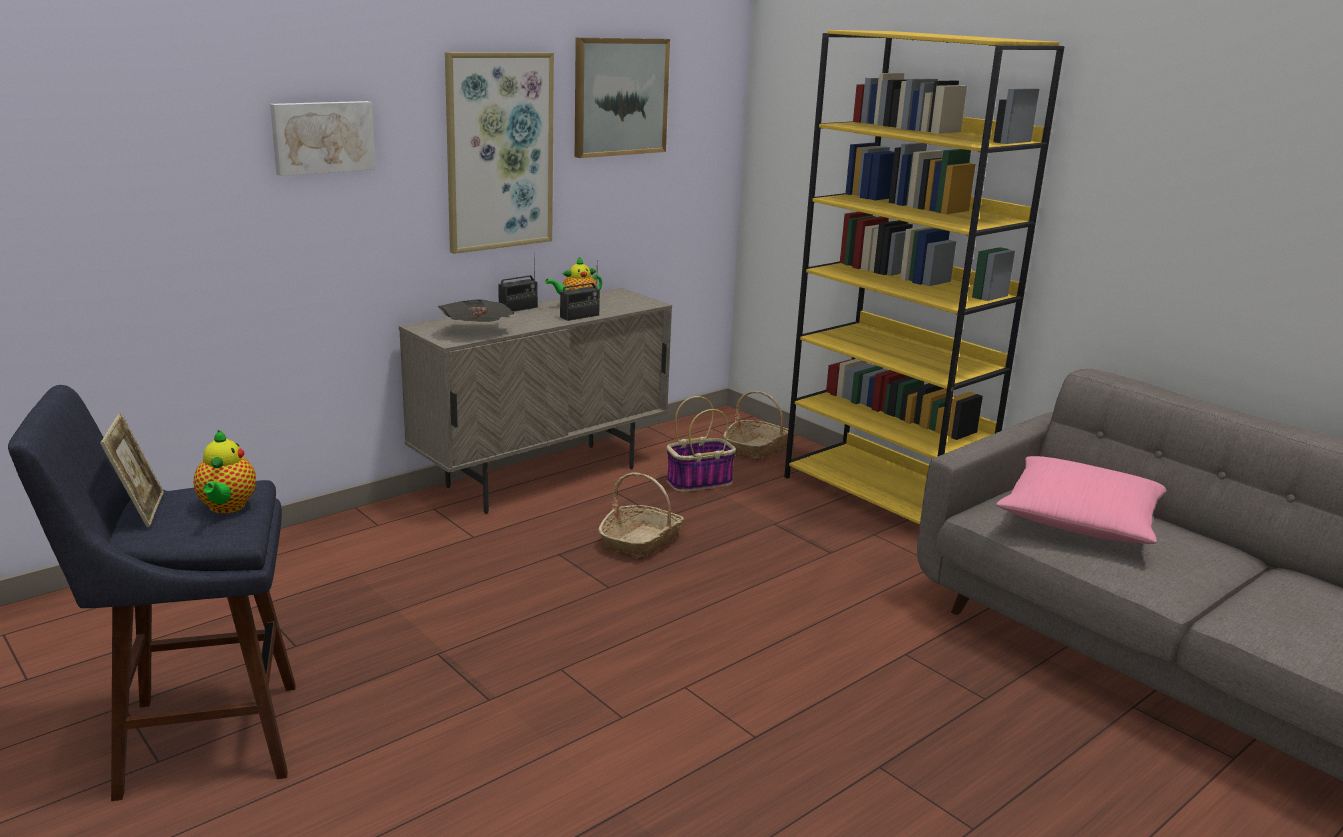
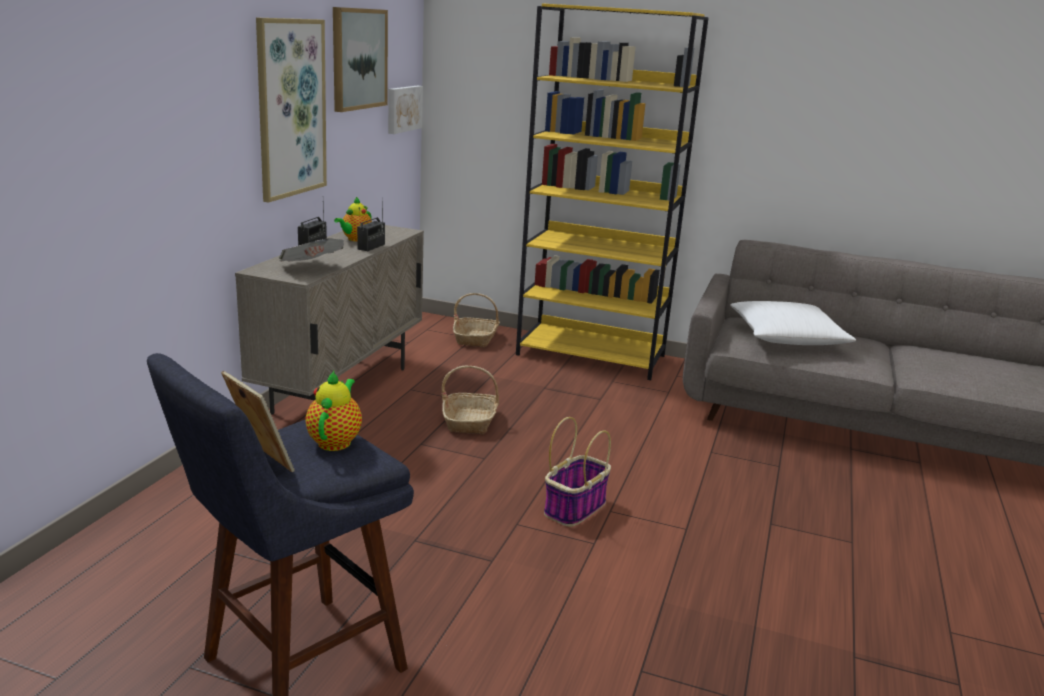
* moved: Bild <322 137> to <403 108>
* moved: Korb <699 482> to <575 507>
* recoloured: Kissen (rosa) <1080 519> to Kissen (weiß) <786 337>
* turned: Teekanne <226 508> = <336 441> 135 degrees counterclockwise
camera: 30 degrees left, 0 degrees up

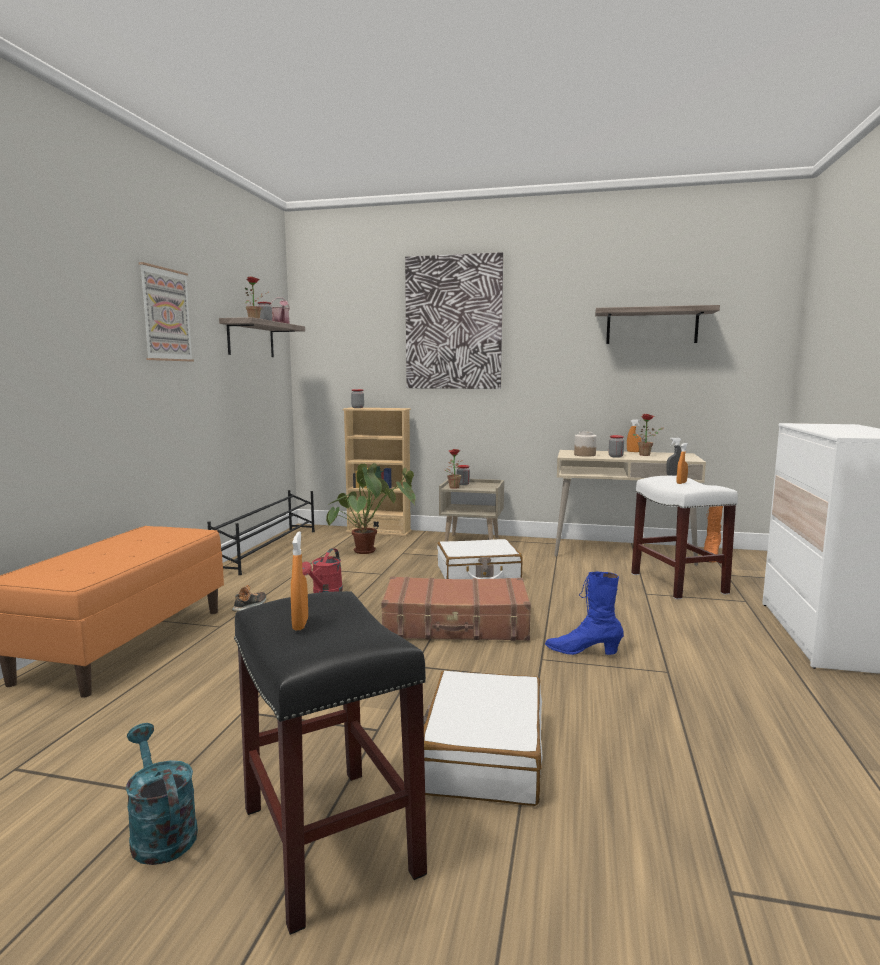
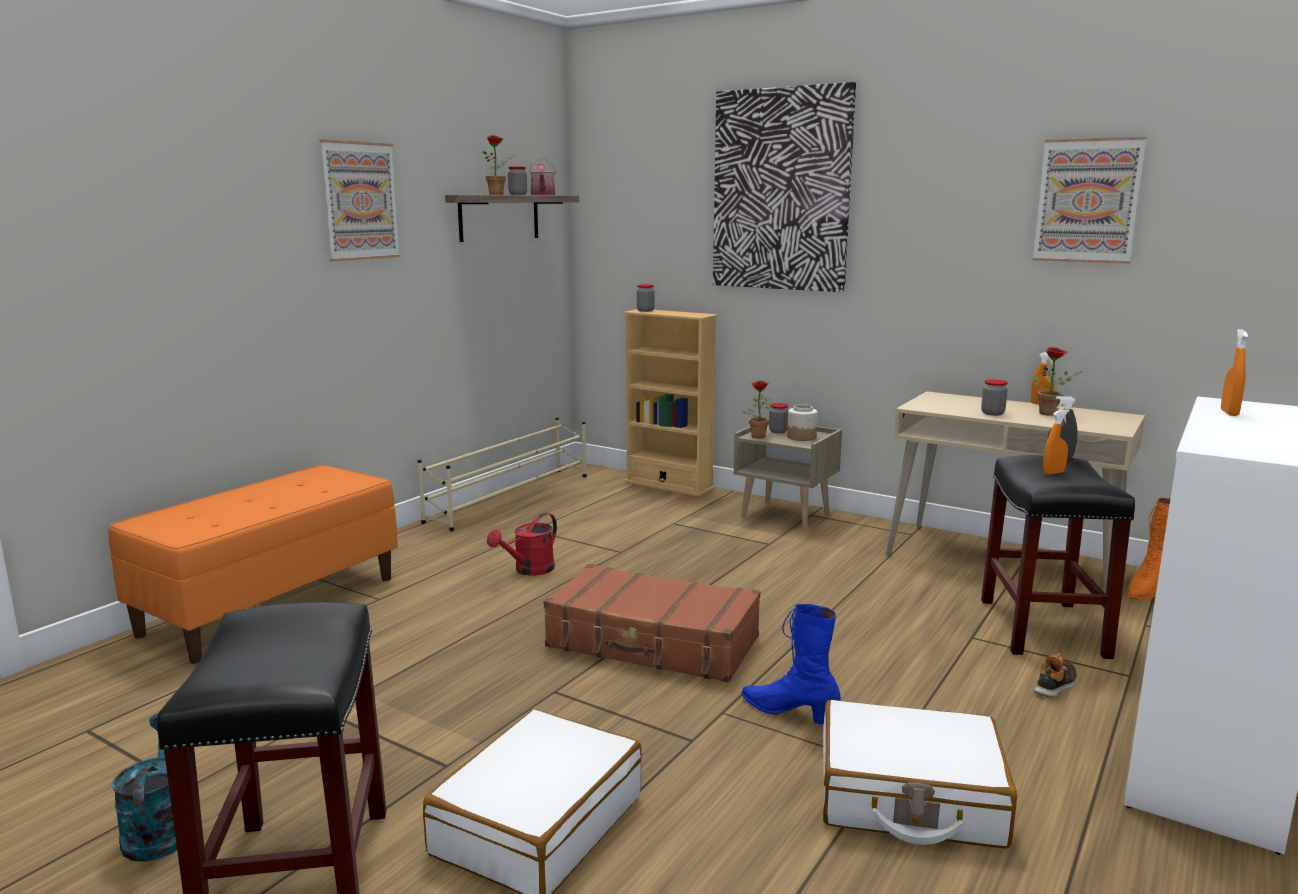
* removed: Topfpflanze <370 548>
* moved: Schuh <250 605> to <1056 685>
* moved: Sprühflasche (orange) <300 624> to <1229 413>
* moved: Koffer (weiß) <478 574> to <909 797>
* moved: Vorratsglas <585 455> to <802 437>
* replaced: Wandregal <651 326> to Bild <1087 201>
* recoloured: Schuhregal (schwarz) <269 549> to Schuhregal (beige) <511 498>
* recoloured: Hocker (weiß) <679 583> to Hocker (schwarz) <1044 628>
camera: 20 degrees right, 5 degrees up

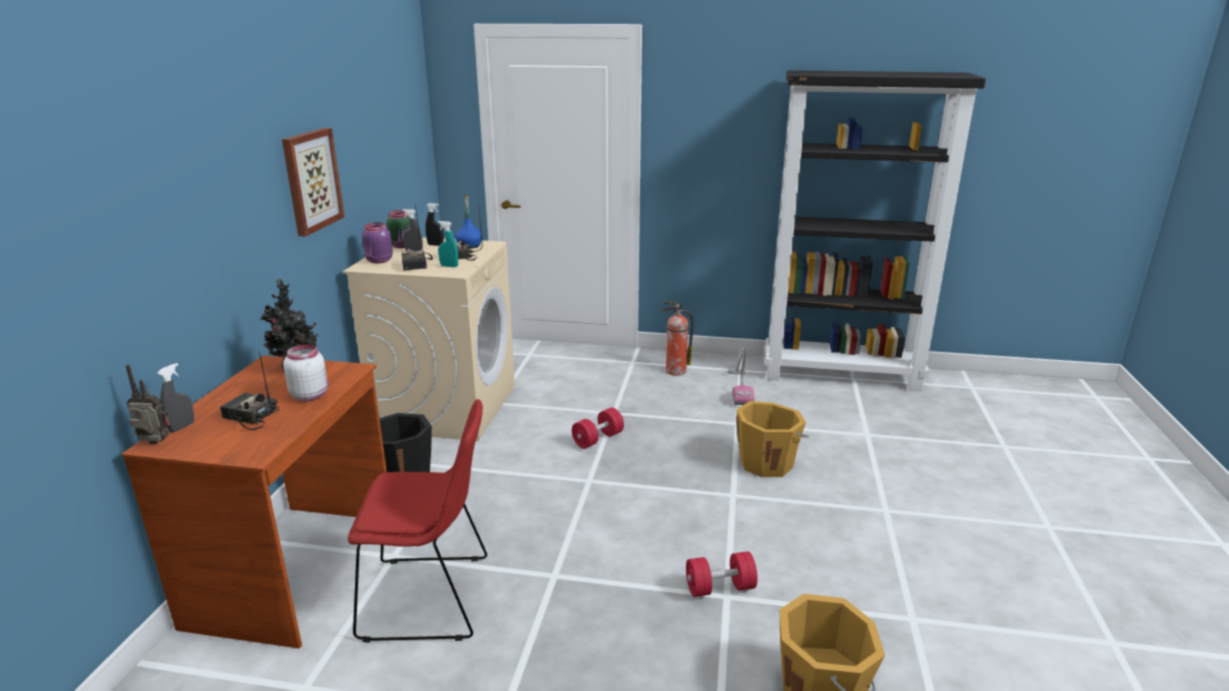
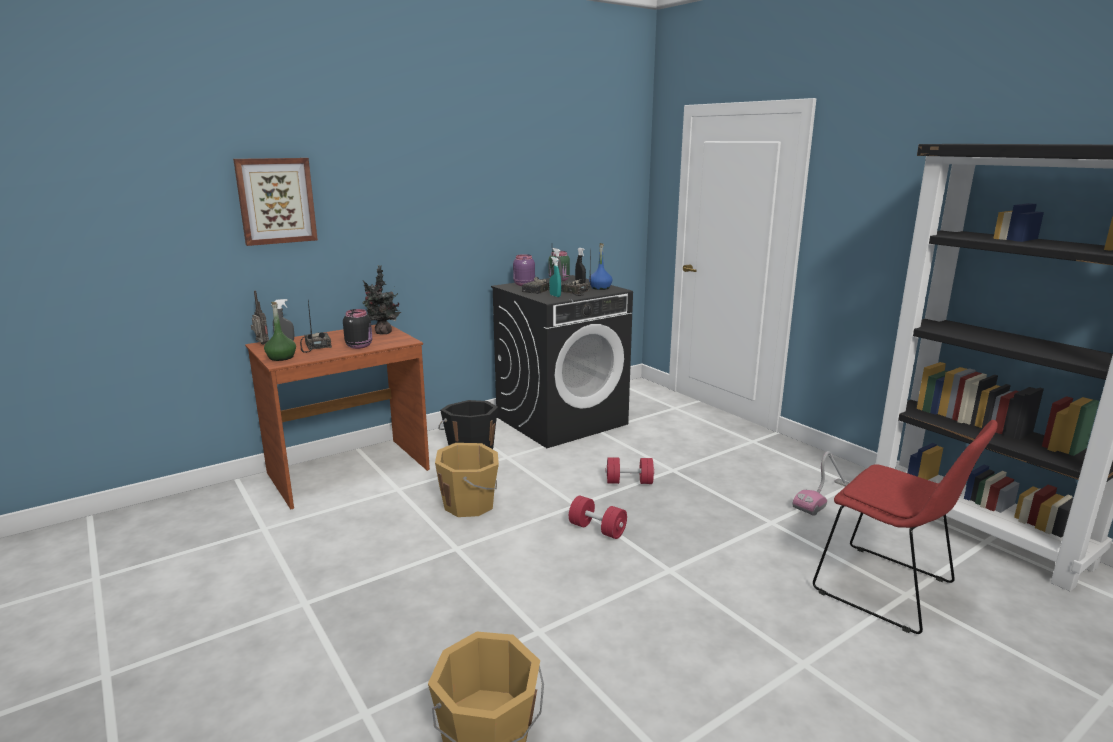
* removed: Feuerlöscher <674 371>
* added: Flasche (grün) <281 357>
* moved: Bild <311 180> to <276 201>
* moved: Stuhl (rot) <432 598> to <888 590>
* moved: Hantel (rot) <720 588> to <597 529>
* moved: Eimer (orange) <766 463> to <470 504>
* recoloured: Vorratsglas (weiß) <310 395> to Vorratsglas (schwarz) <359 346>
* recoloured: Waschmaschine (beige) <446 407> to Waschmaschine (schwarz) <561 420>
camera: 45 degrees right, 5 degrees down

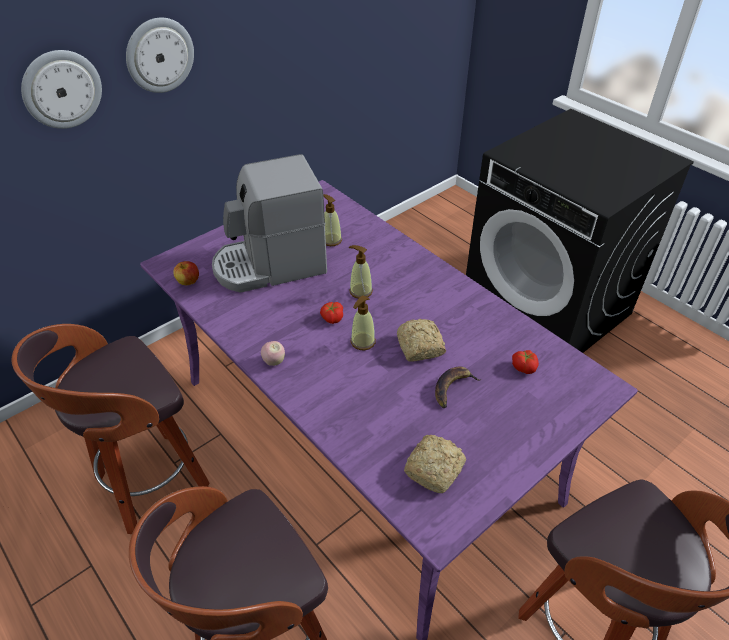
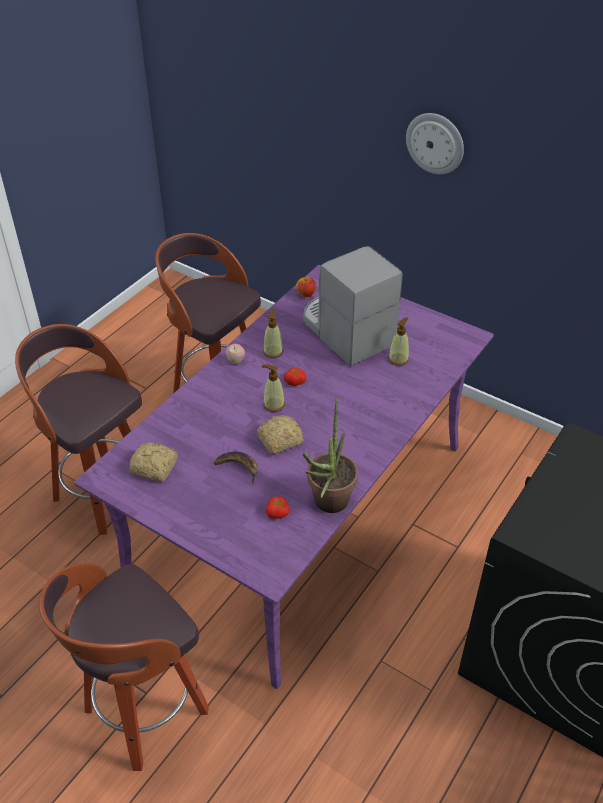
* removed: Wanduhr <61 89>
* added: Topfpflanze <327 505>
* moved: Seifenspender <360 291> to <273 351>
camera: 75 degrees right, 0 degrees up

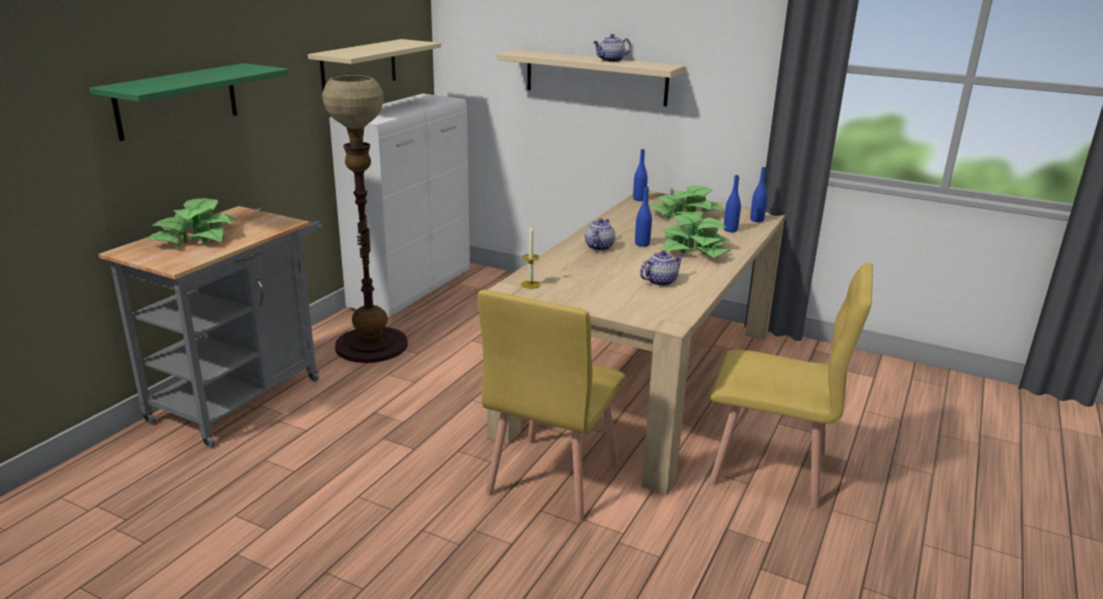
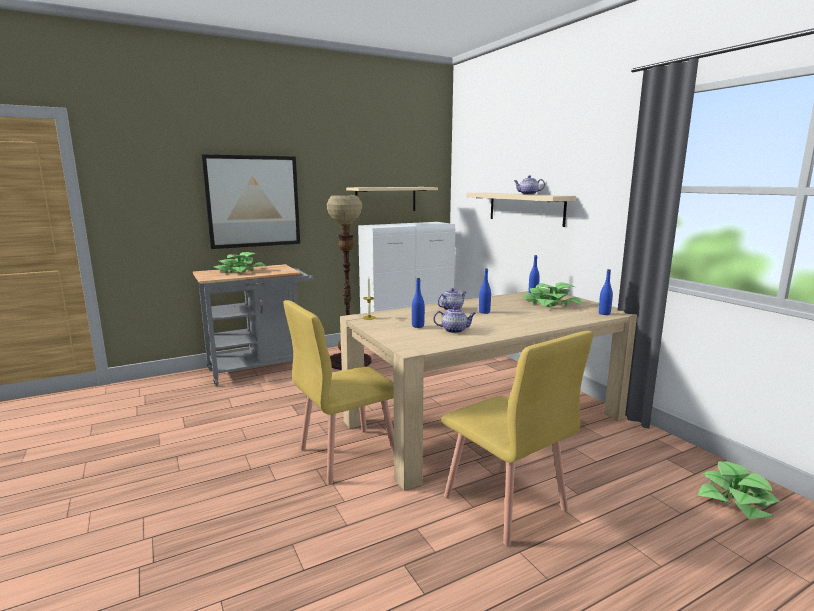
* moved: Topfpflanze <694 250> to <736 501>
* moved: Flasche (blau) <730 230> to <418 326>
* replaced: Wandregal (grün) <177 101> to Bild <253 201>
camera: 35 degrees right, 10 degrees down

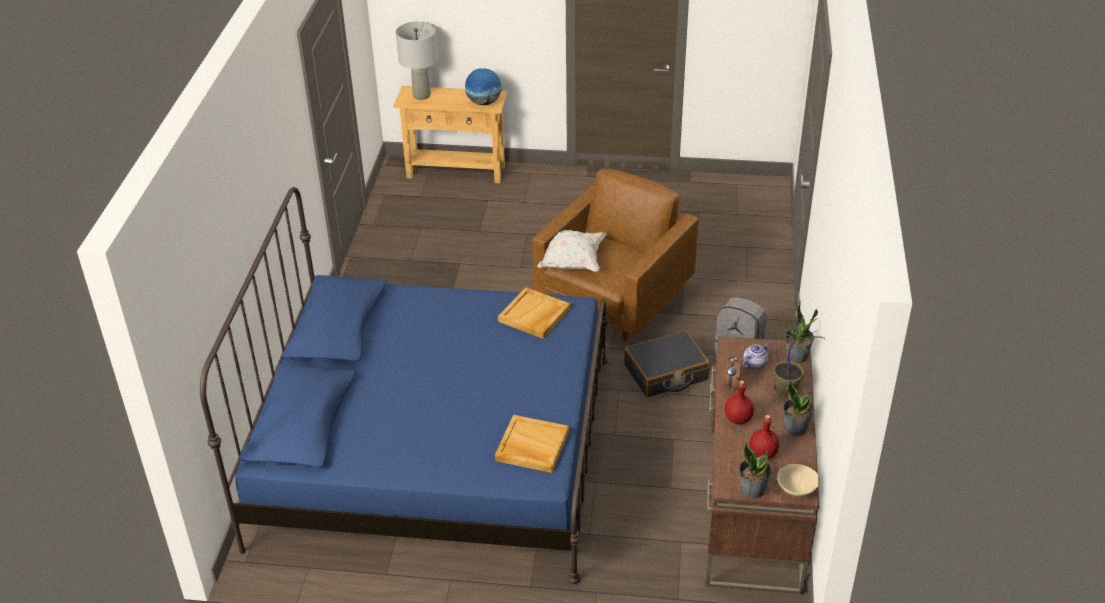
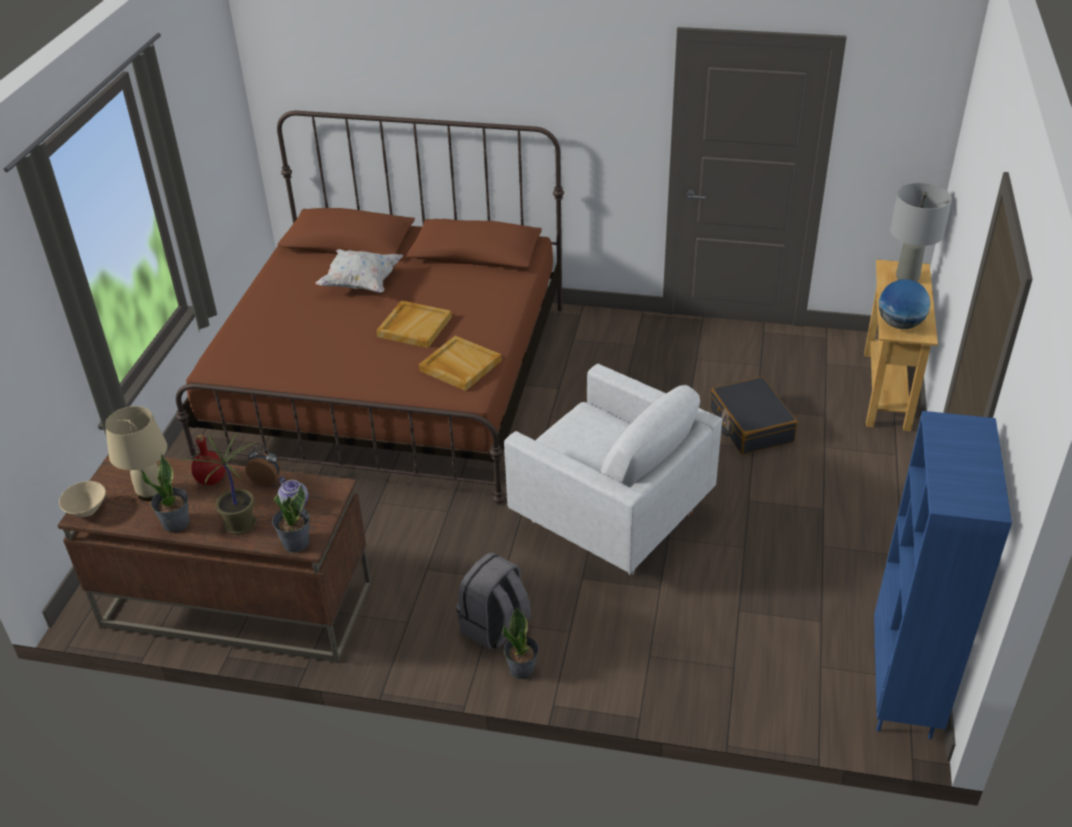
* added: Bücherregal (blau) <903 691>
* moved: Tablett (beige) <531 446> to <414 326>
* moved: Kissen (weiß) <572 261> to <361 283>
* moved: Koffer (schwarz) <666 373> to <750 425>
* moved: Topfpflanze <752 489> to <522 669>
* replaced: Flasche (rot) <763 453> to Tischlampe (beige) <151 492>
* recoloured: Bett (blau) <435 450> to Bett (braun) <391 380>
* recoloured: Sessel (braun) <614 302> to Sessel (weiß) <609 517>
camera: 95 degrees right, 0 degrees up

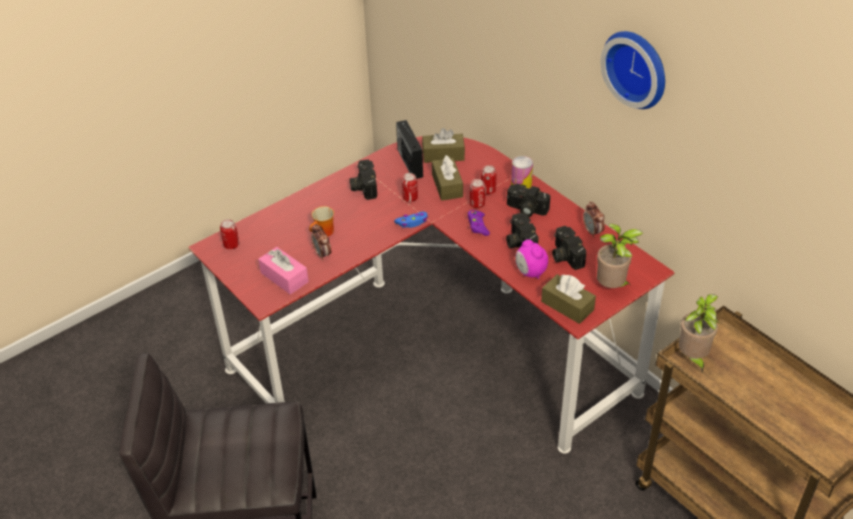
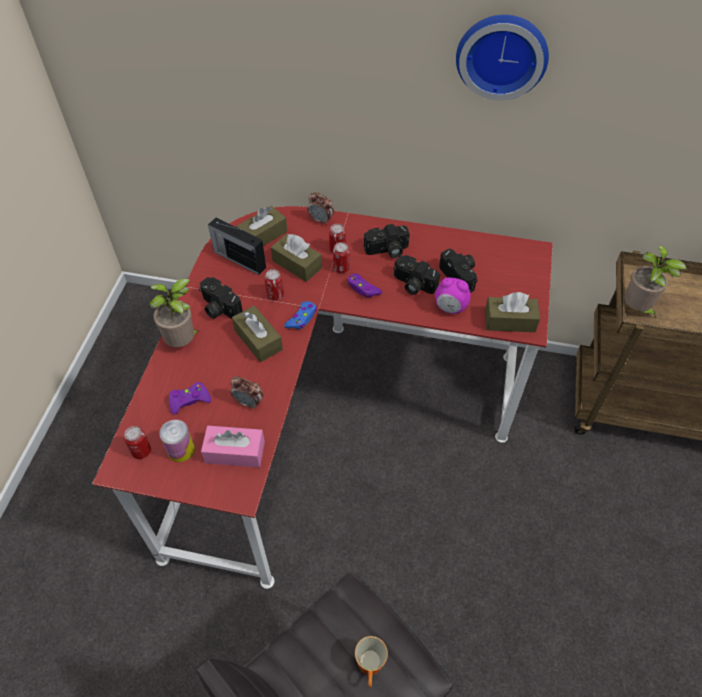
* added: Gamepad (lila) <189 400>
* added: Taschentuchbox (braun) <258 340>
* moved: Henkelbecher <324 233> to <372 665>
* moved: Dose <521 184> to <181 449>
* moved: Wecker <592 232> to <321 220>
* moved: Topfpflanze <612 287> to <183 342>
* turned: Kamera <564 256> = <461 276> 150 degrees counterclockwise
camera: 40 degrees left, 10 degrees up

